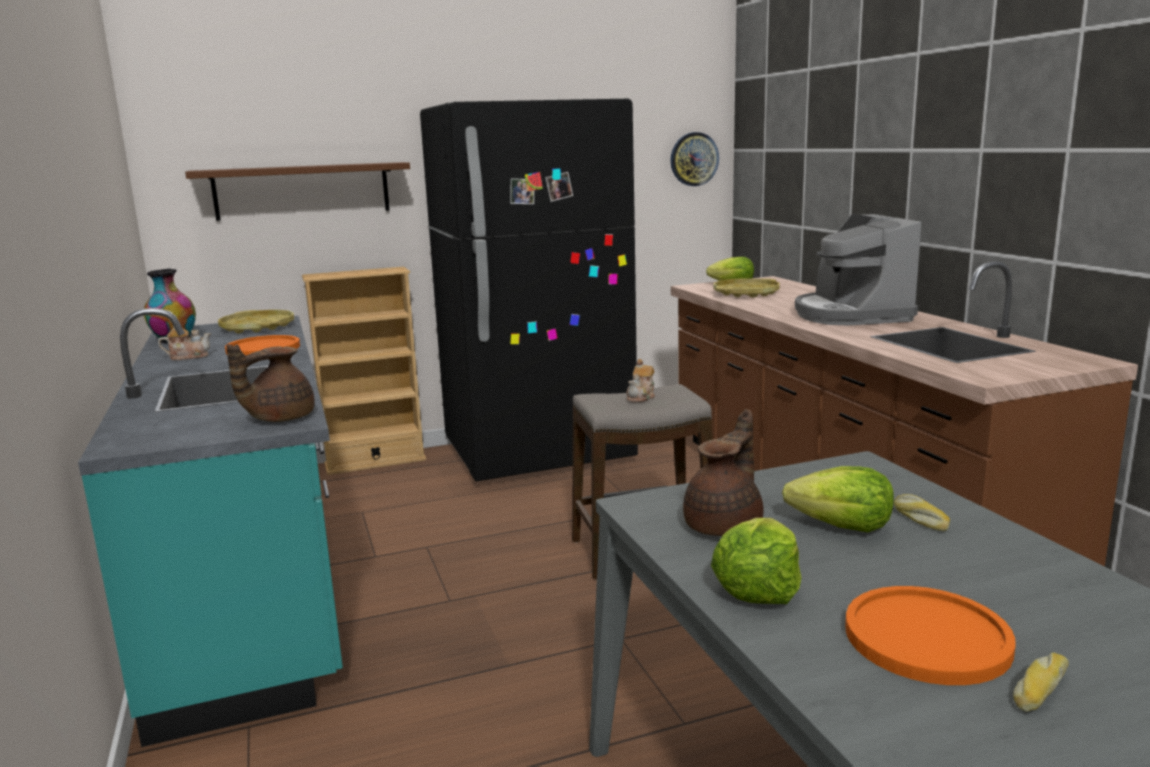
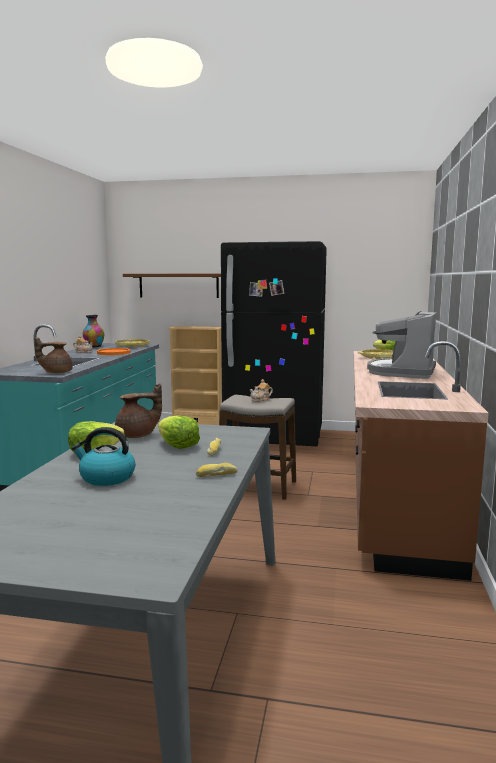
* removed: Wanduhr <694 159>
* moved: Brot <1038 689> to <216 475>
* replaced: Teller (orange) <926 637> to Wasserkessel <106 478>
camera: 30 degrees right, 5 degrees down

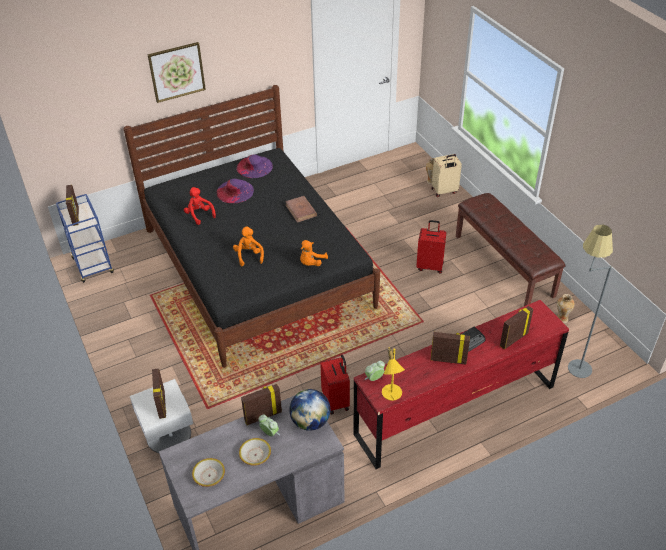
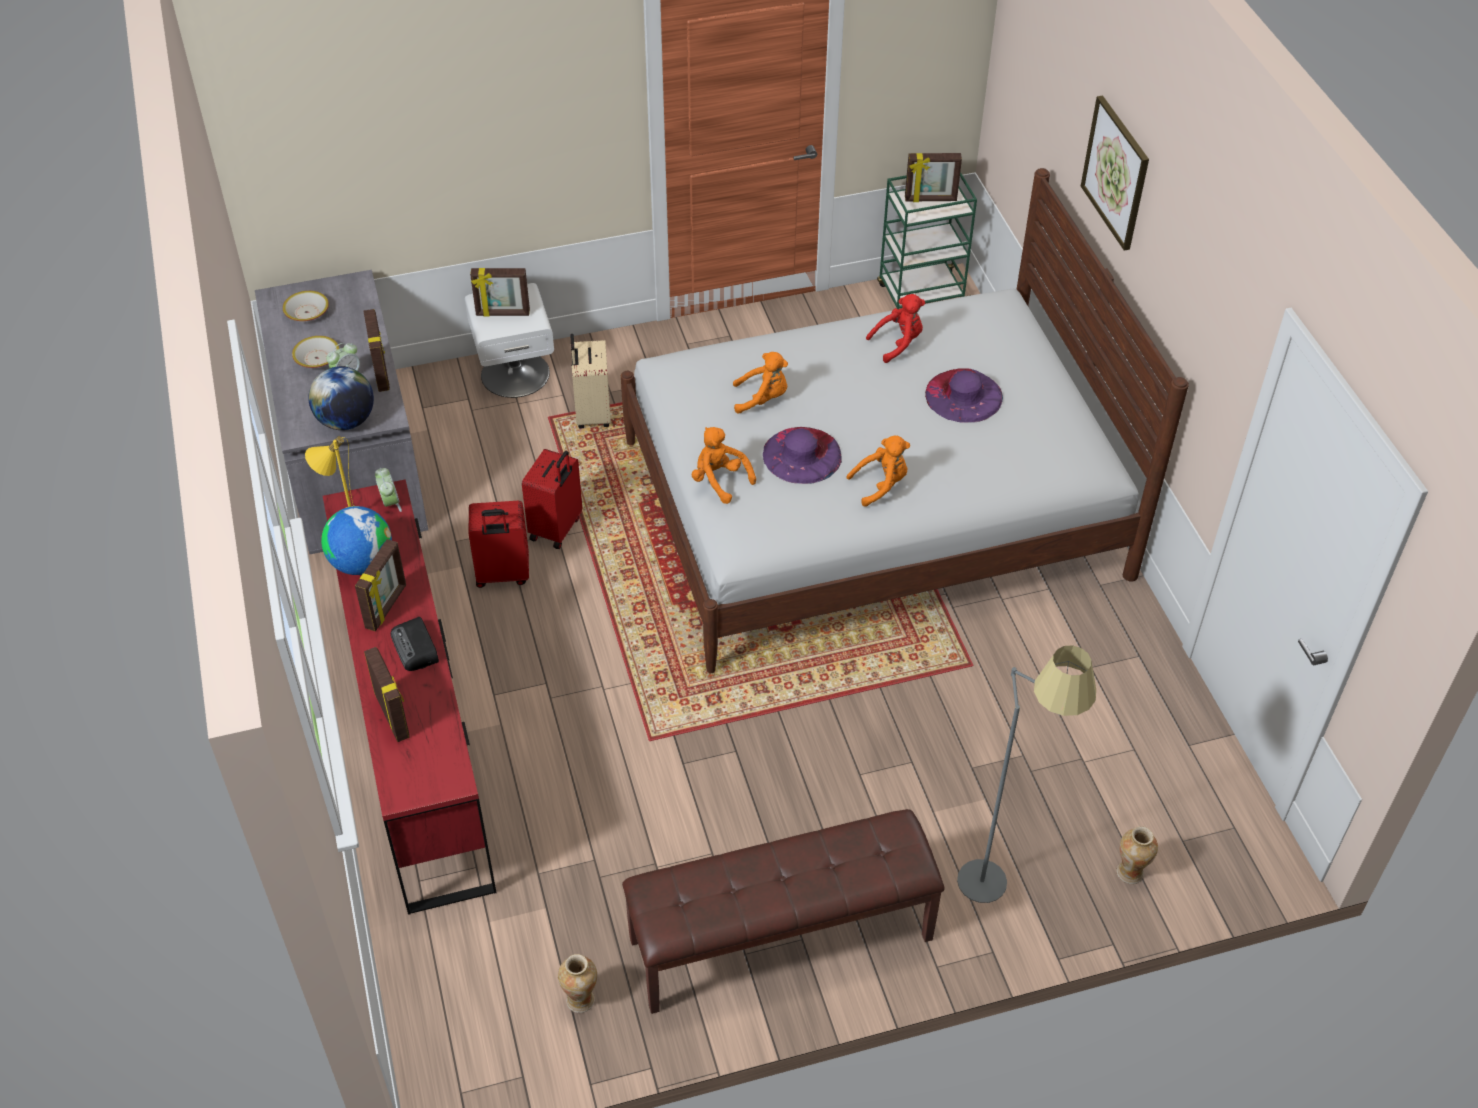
* added: Globus <362 563>
* moved: Hut (lila) <254 167> to <802 455>
* moved: Koffer (rot) <430 266> to <557 529>
* moved: Koffer (beige) <444 191> to <591 414>
* moved: Stehlampe (grau) <572 361> to <1003 875>
* replaced: Buch (braun) <301 210> to Plüschtier (orange) <881 485>
* recoloured: Rollwagen (blau) <93 266> to Rollwagen (grün) <921 296>
* recoloured: Bett (schwarz) <257 267> to Bett (weiß) <872 508>
camera: 100 degrees right, 5 degrees up

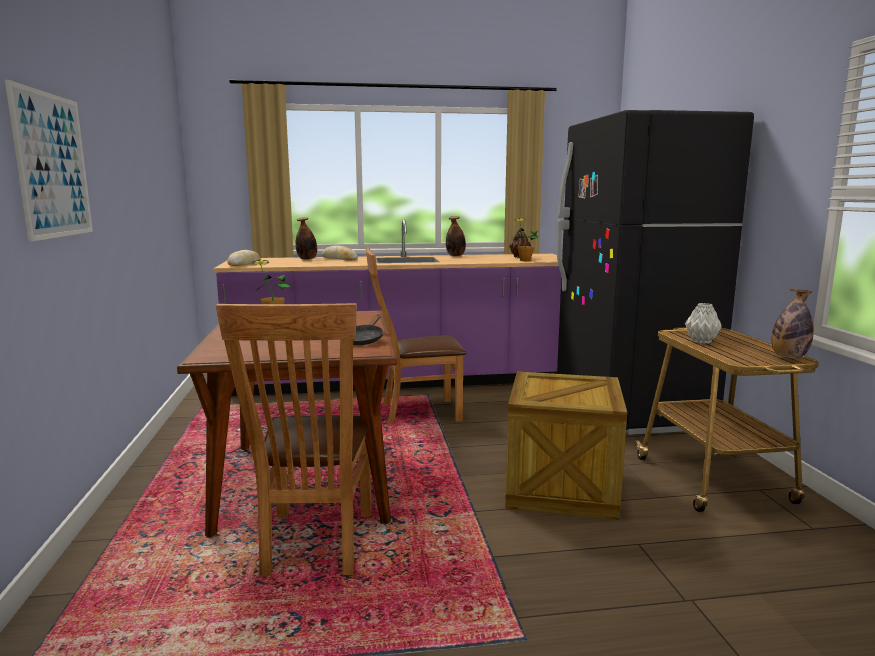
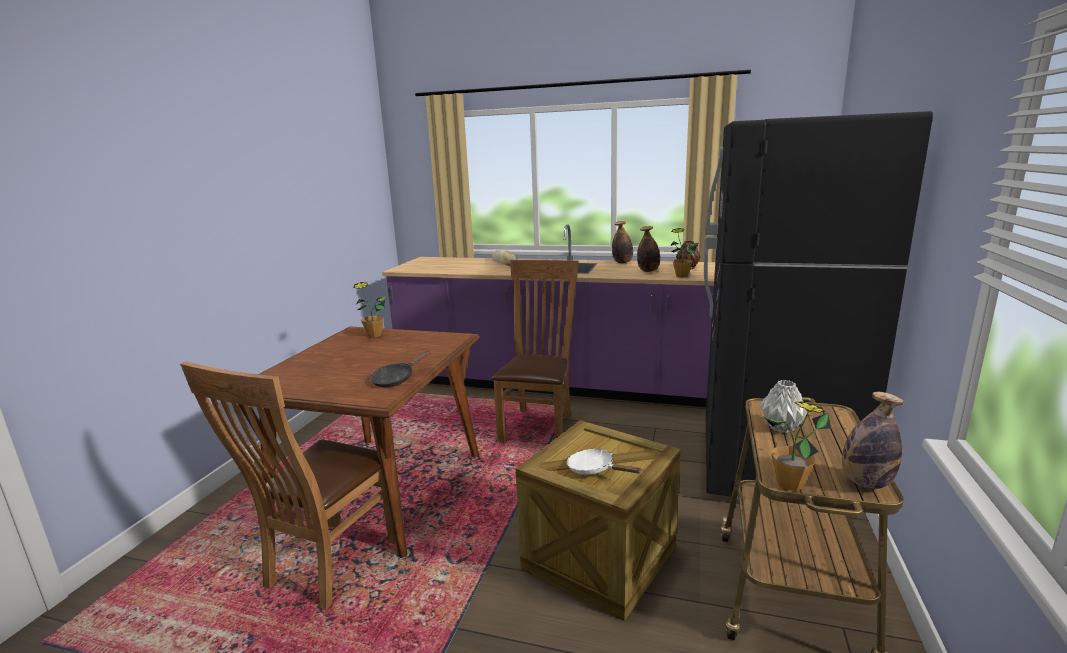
* removed: Bild <53 165>
* removed: Brot <244 264>
* added: Pfanne (weiß) <595 469>
* added: Topfpflanze <789 484>
* moved: Flasche <307 259> to <648 271>
* turned: Stuhl (braun) <415 412> = <539 426> 90 degrees clockwise
camera: 25 degrees right, 5 degrees up

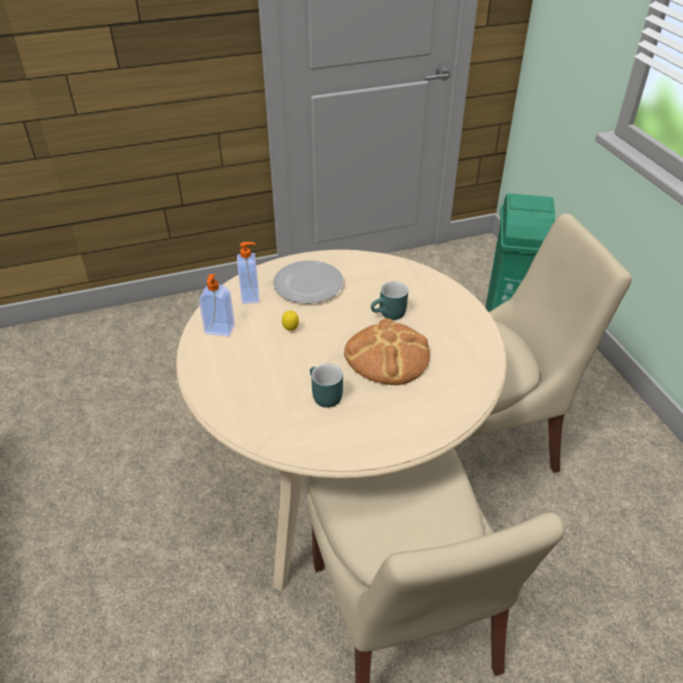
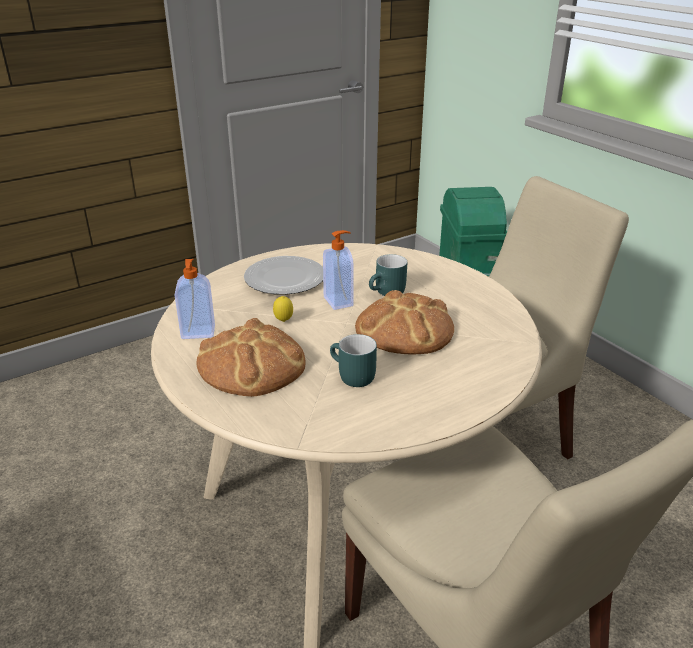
* added: Brot <252 363>
* moved: Seifenspender <251 296> to <339 301>
camera: 15 degrees left, 10 degrees down

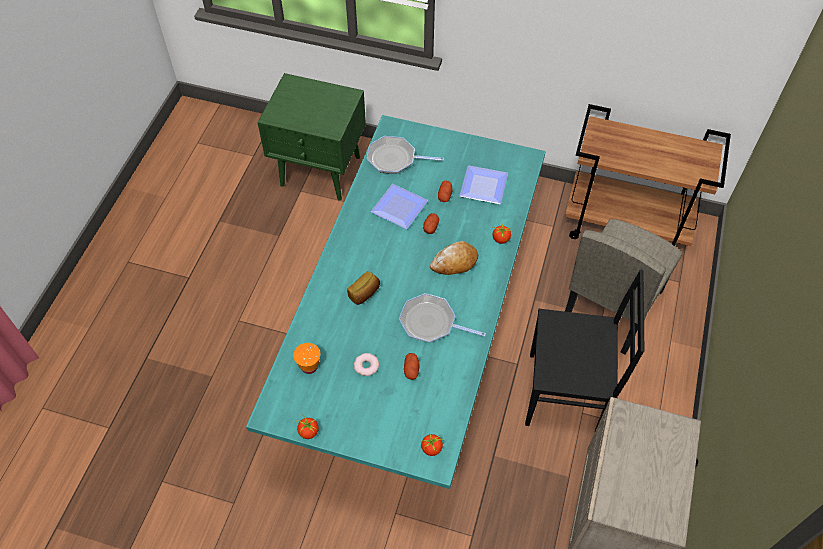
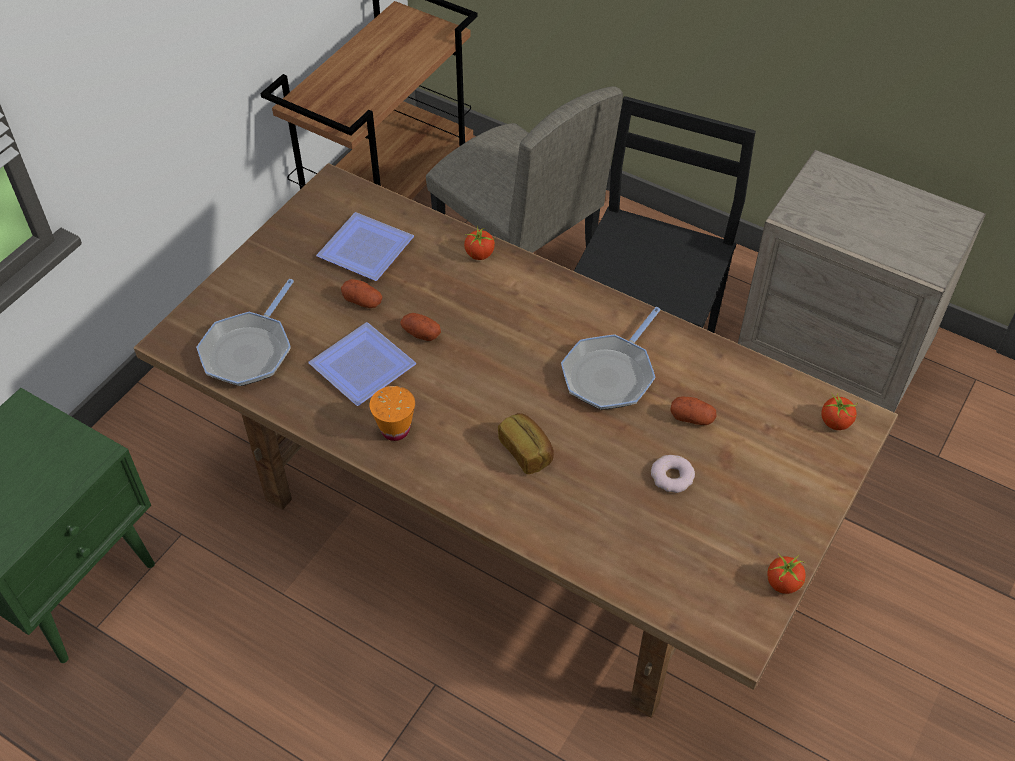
* removed: Brot <454 262>
* moved: Tasse (orange) <309 366> to <395 430>
* recoloured: Esstisch (türkis) <411 348> to Esstisch (braun) <510 521>
camera: 75 degrees left, 5 degrees down

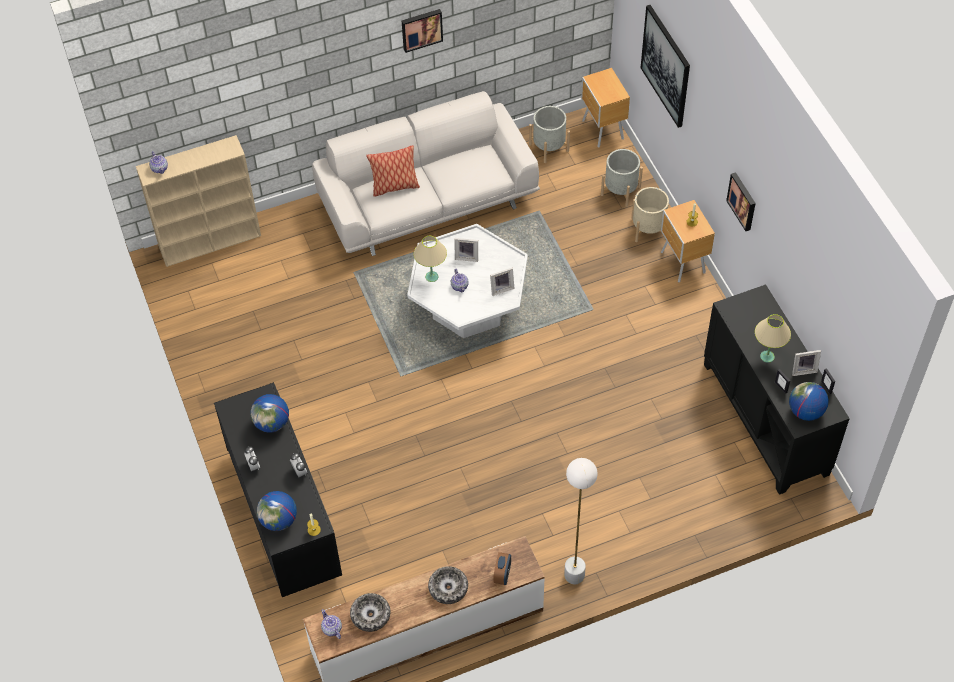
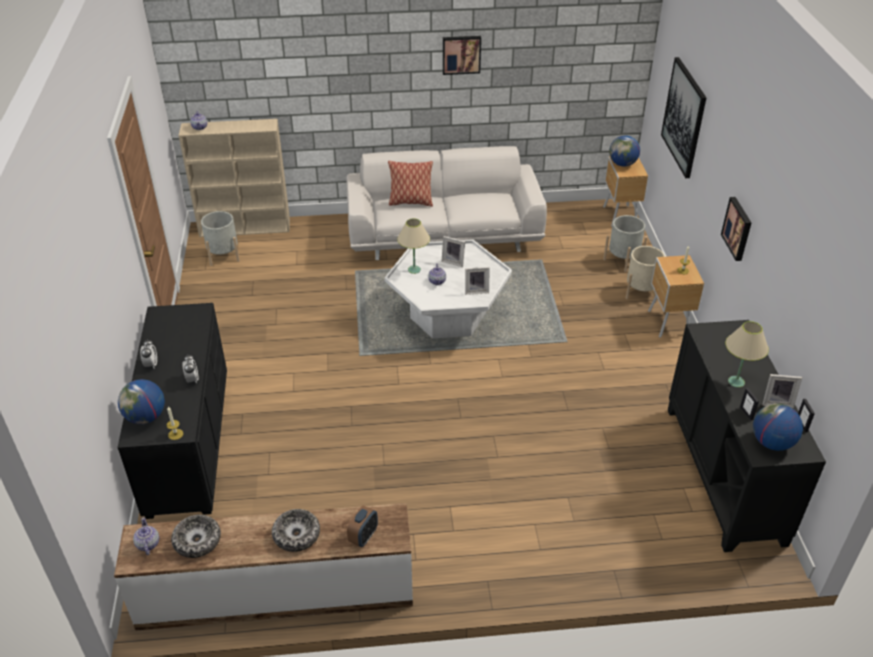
* removed: Stehlampe (weiß) <574 575>
* moved: Globus <272 423> to <622 164>
* moved: Pflanzkübel (grau) <549 147> to <223 255>
camera: 15 degrees right, 15 degrees down

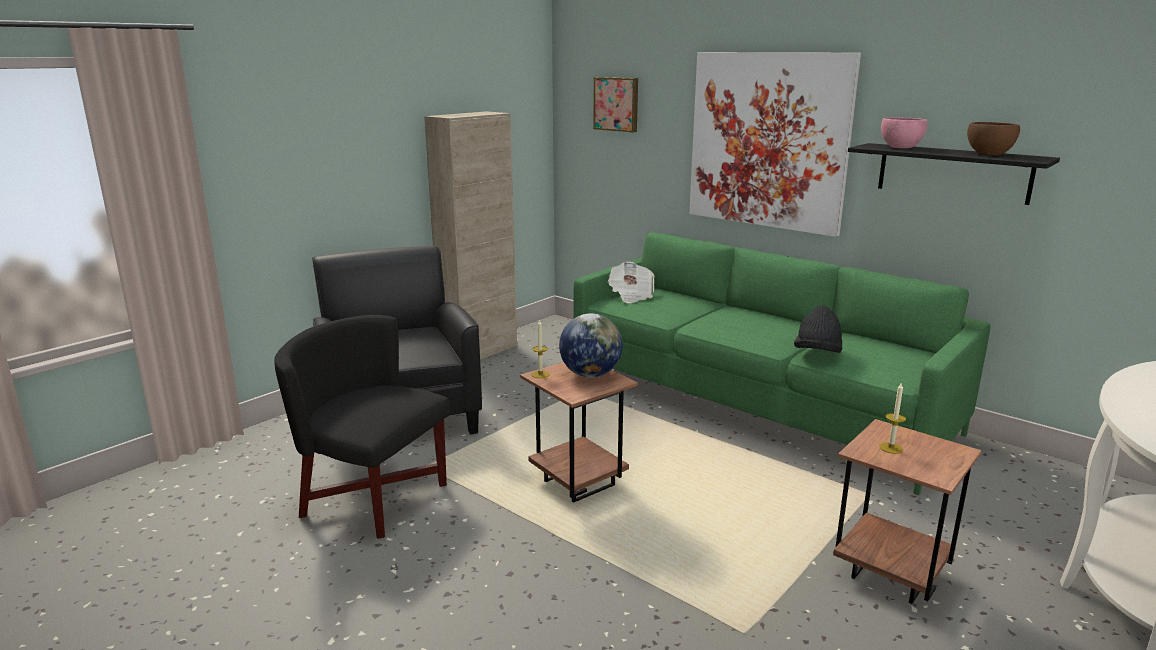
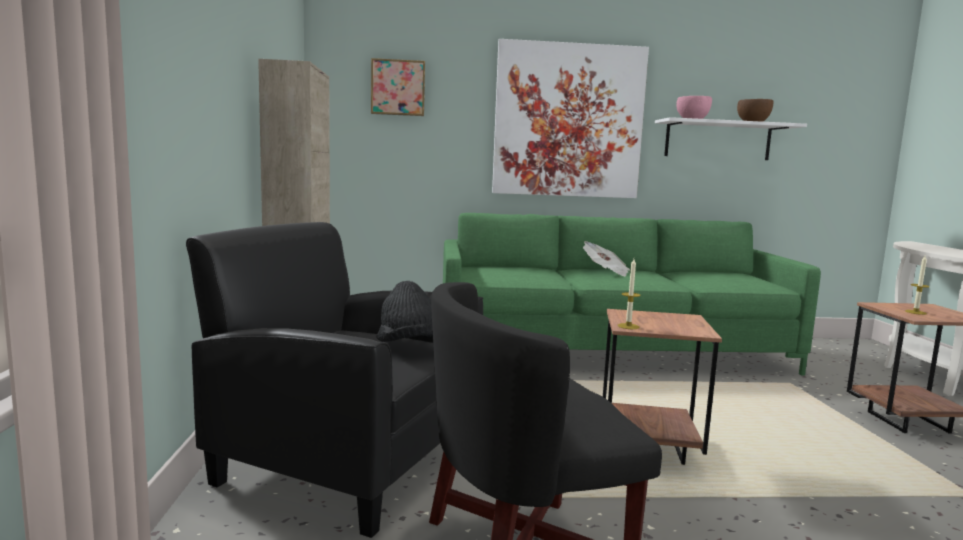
* removed: Globus <590 374>
* moved: Zeitung <631 295> to <605 272>
* moved: Hut (schwarz) <817 353> to <409 346>
* recoloured: Wandregal (schwarz) <953 173> to Wandregal (weiß) <718 140>
camera: 45 degrees left, 10 degrees down

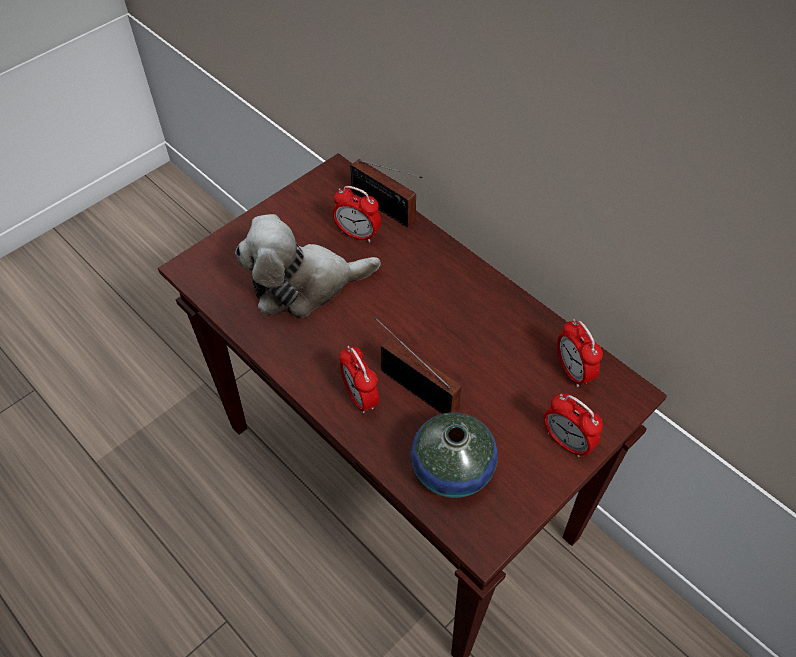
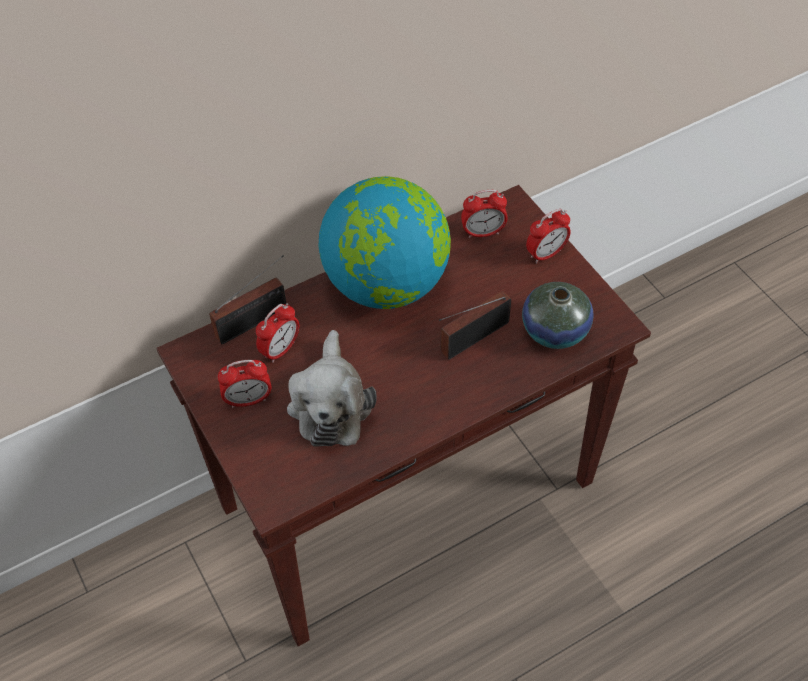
* added: Globus <387 284>
* moved: Wecker <360 397> to <248 400>
camera: 75 degrees left, 0 degrees up

